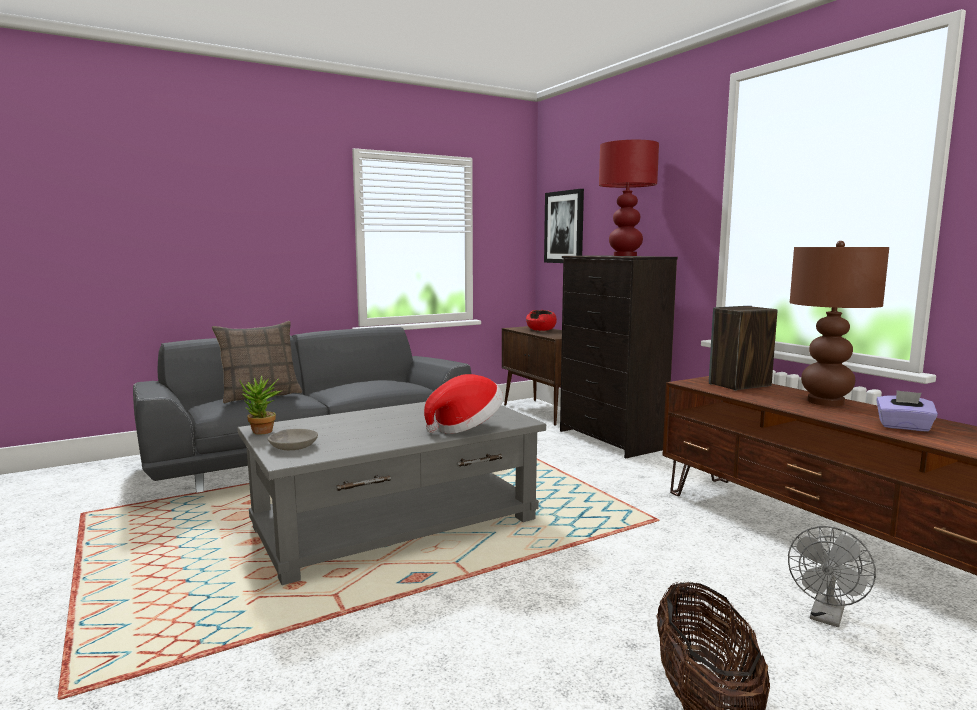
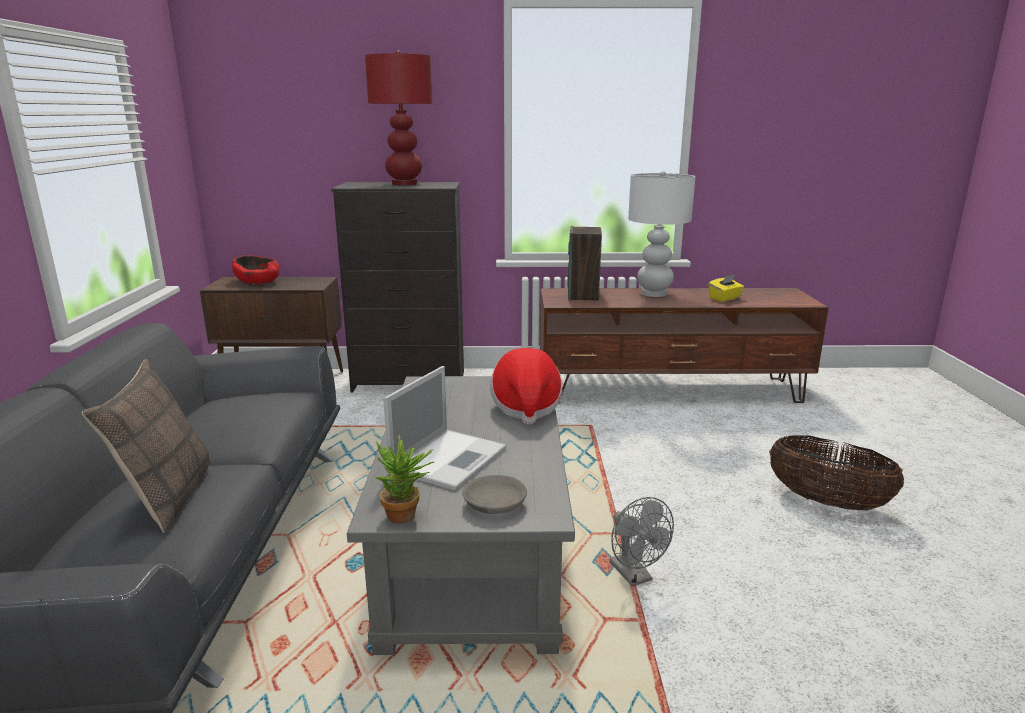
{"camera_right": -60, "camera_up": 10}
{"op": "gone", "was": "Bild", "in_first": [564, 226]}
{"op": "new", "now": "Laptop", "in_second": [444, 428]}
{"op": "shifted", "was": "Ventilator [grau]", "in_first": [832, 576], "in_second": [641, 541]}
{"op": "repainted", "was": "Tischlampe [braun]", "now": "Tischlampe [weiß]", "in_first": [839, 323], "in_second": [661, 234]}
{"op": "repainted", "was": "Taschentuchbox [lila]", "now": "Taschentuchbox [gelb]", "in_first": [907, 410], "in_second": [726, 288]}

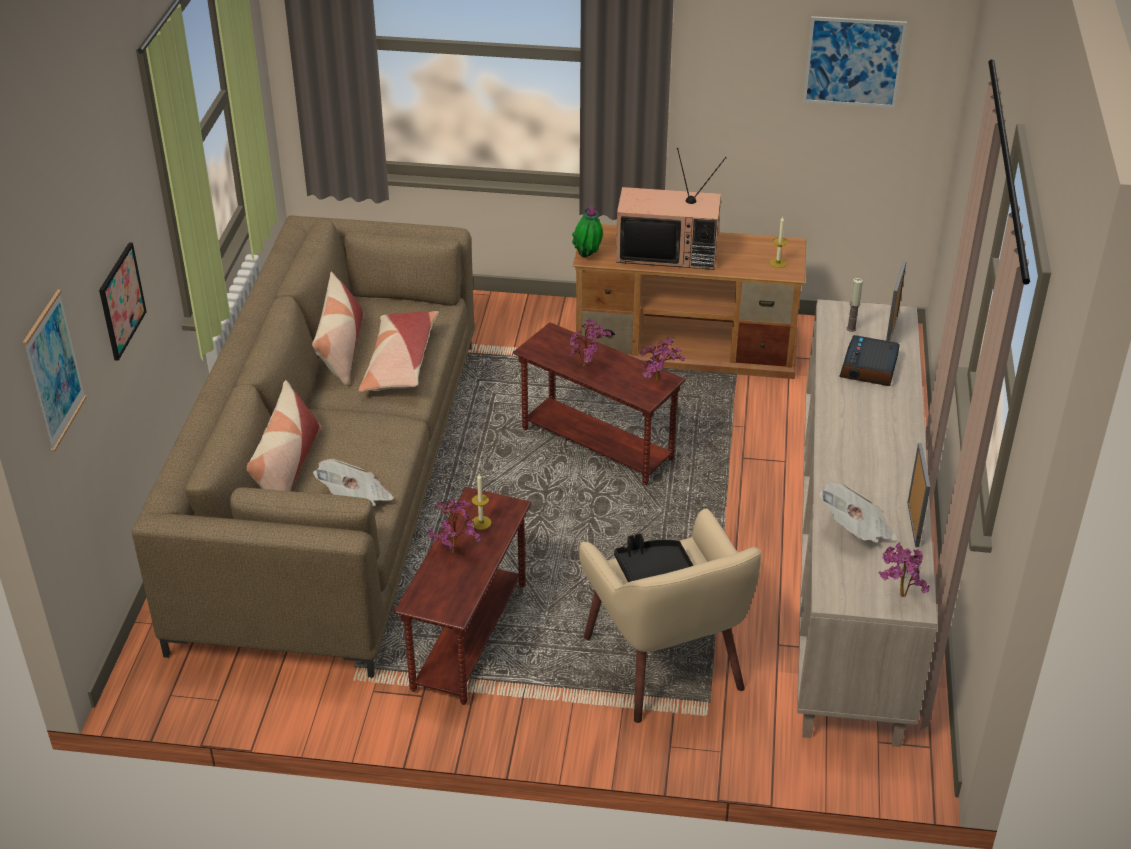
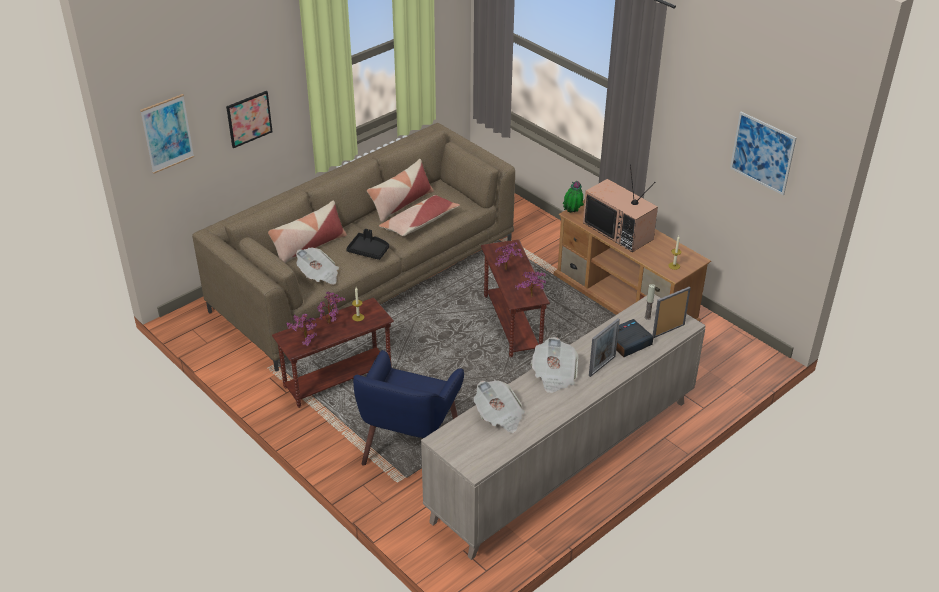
{"camera_right": 40, "camera_up": 0}
{"op": "new", "now": "Zeitung", "in_second": [555, 365]}
{"op": "shifted", "was": "Tablett [schwarz]", "in_first": [654, 557], "in_second": [367, 244]}
{"op": "shifted", "was": "Topfpflanze", "in_first": [904, 569], "in_second": [302, 330]}
{"op": "shifted", "was": "Bilderrahmen", "in_first": [918, 495], "in_second": [604, 347]}
{"op": "repainted", "was": "Sessel [beige]", "now": "Sessel [blau]", "in_first": [670, 615], "in_second": [408, 408]}

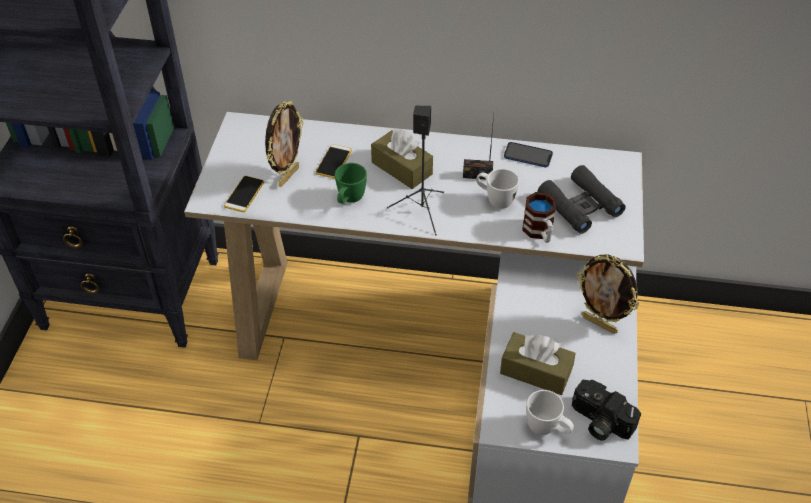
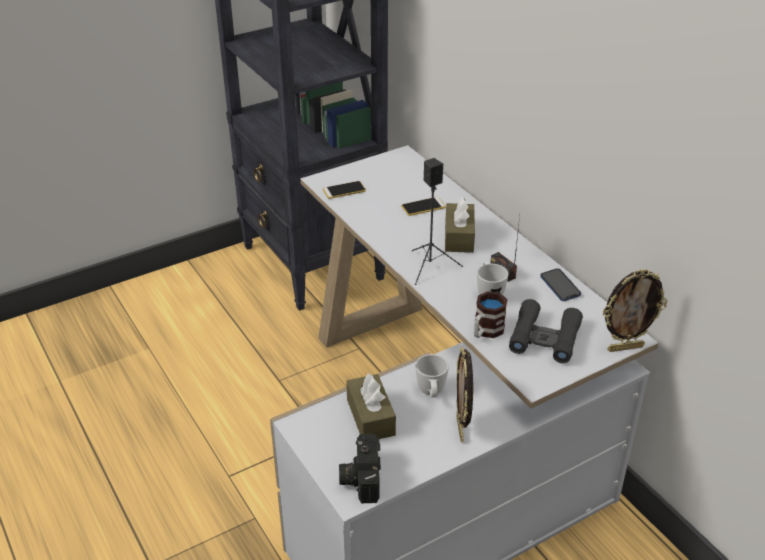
{"camera_right": 50, "camera_up": -10}
{"op": "gone", "was": "Henkelbecher [grün]", "in_first": [351, 183]}
{"op": "shifted", "was": "Bilderrahmen", "in_first": [284, 143], "in_second": [635, 310]}
{"op": "shifted", "was": "Henkelbecher [weiß]", "in_first": [550, 412], "in_second": [432, 376]}

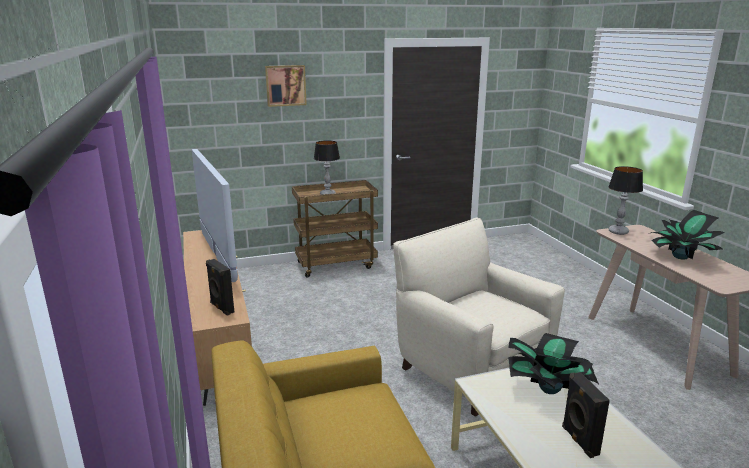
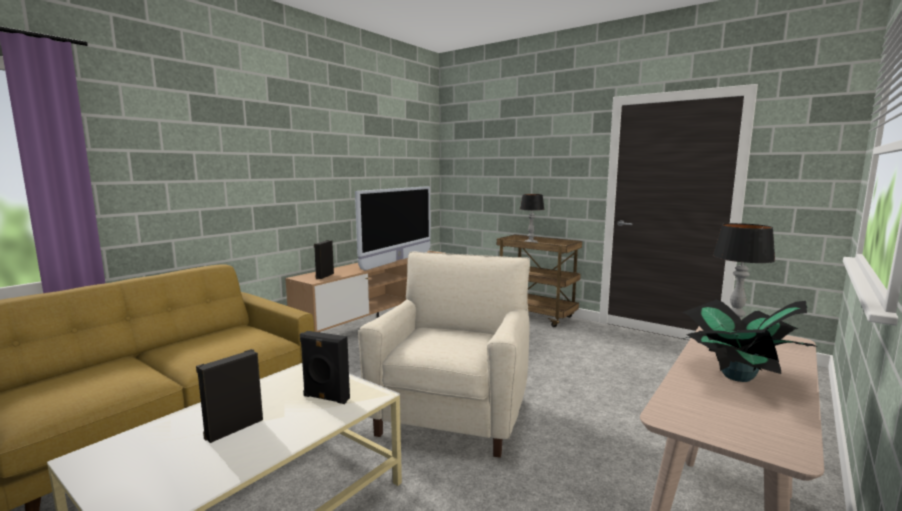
{"camera_right": 55, "camera_up": -10}
{"op": "gone", "was": "Bild", "in_first": [286, 86]}
{"op": "swapped", "was": "Topfpflanze", "now": "Lautsprecher [schwarz]", "in_first": [553, 363], "in_second": [325, 367]}

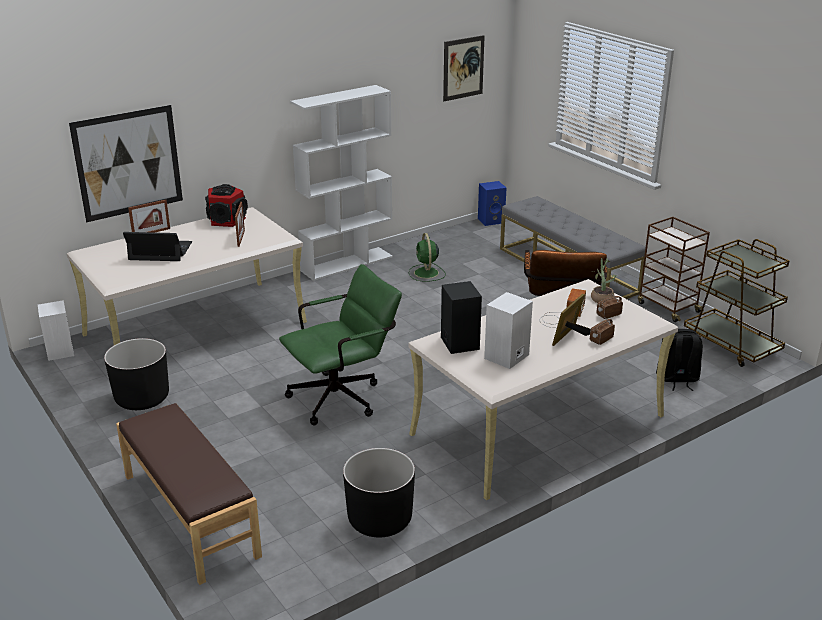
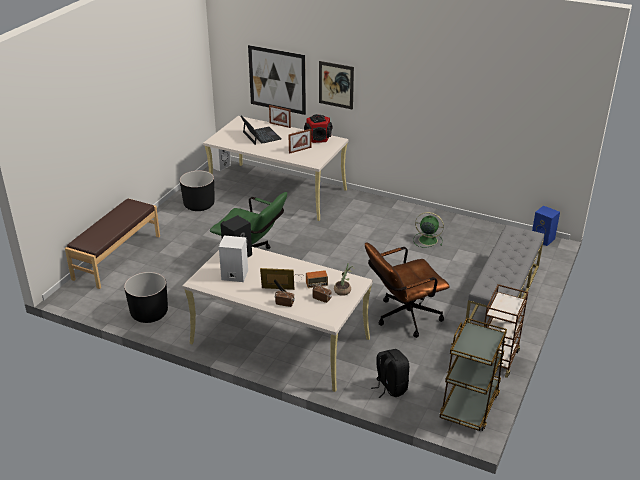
{"camera_right": 60, "camera_up": 5}
{"op": "gone", "was": "Bücherregal [weiß]", "in_first": [341, 183]}
{"op": "shifted", "was": "Bild", "in_first": [464, 68], "in_second": [336, 85]}
{"op": "rotated", "was": "Ventilator [grün]", "in_first": [427, 257], "in_second": [428, 230], "clockwise": 60}

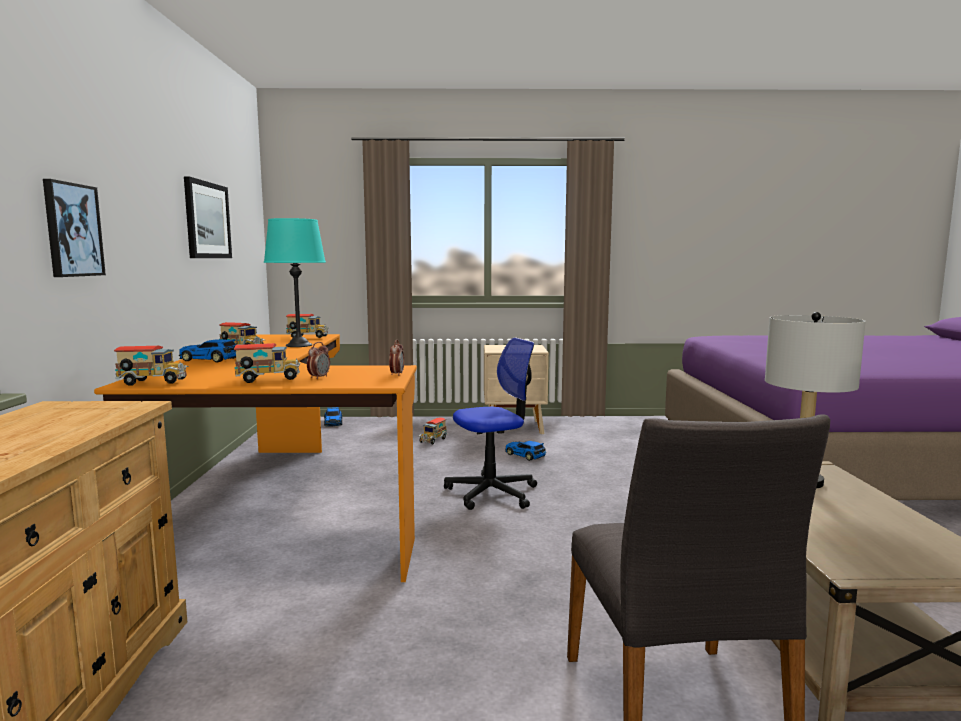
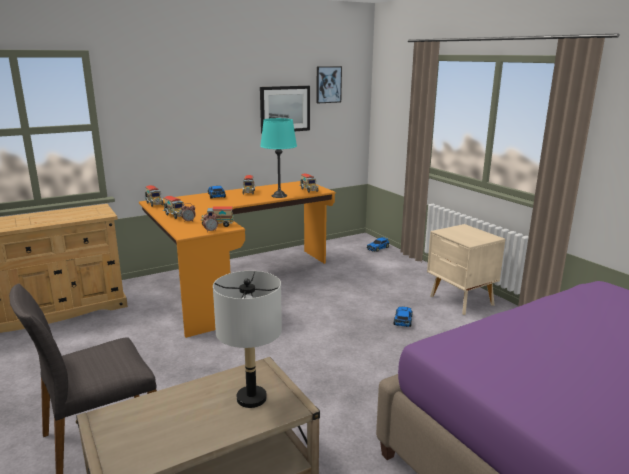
{"camera_right": 60, "camera_up": 10}
{"op": "gone", "was": "Bürostuhl", "in_first": [490, 423]}
{"op": "shifted", "was": "Bild", "in_first": [74, 228], "in_second": [329, 84]}
{"op": "shifted", "was": "Spielzeuglaster", "in_first": [433, 431], "in_second": [217, 216]}

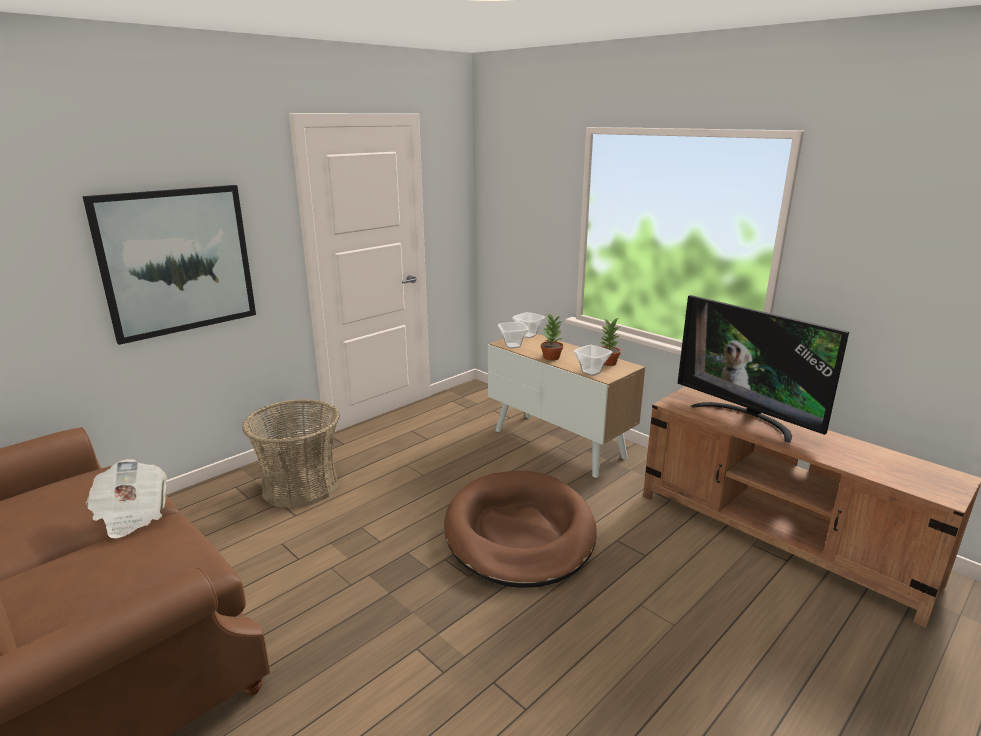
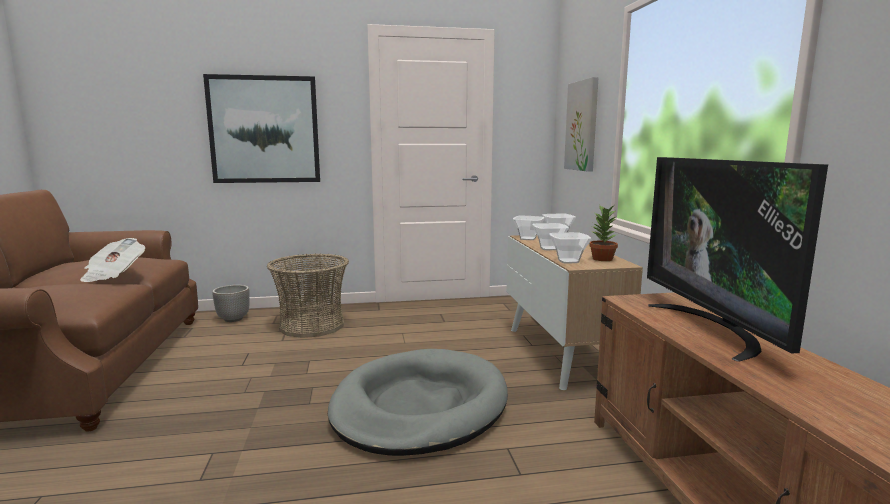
{"camera_right": 35, "camera_up": -10}
{"op": "new", "now": "Pflanzkübel", "in_second": [231, 303]}
{"op": "new", "now": "Bild", "in_second": [581, 124]}
{"op": "swapped", "was": "Topfpflanze", "now": "Schüssel", "in_first": [552, 337], "in_second": [550, 236]}
{"op": "repainted", "was": "Hundebett [braun]", "now": "Hundebett [grau]", "in_first": [520, 529], "in_second": [418, 402]}

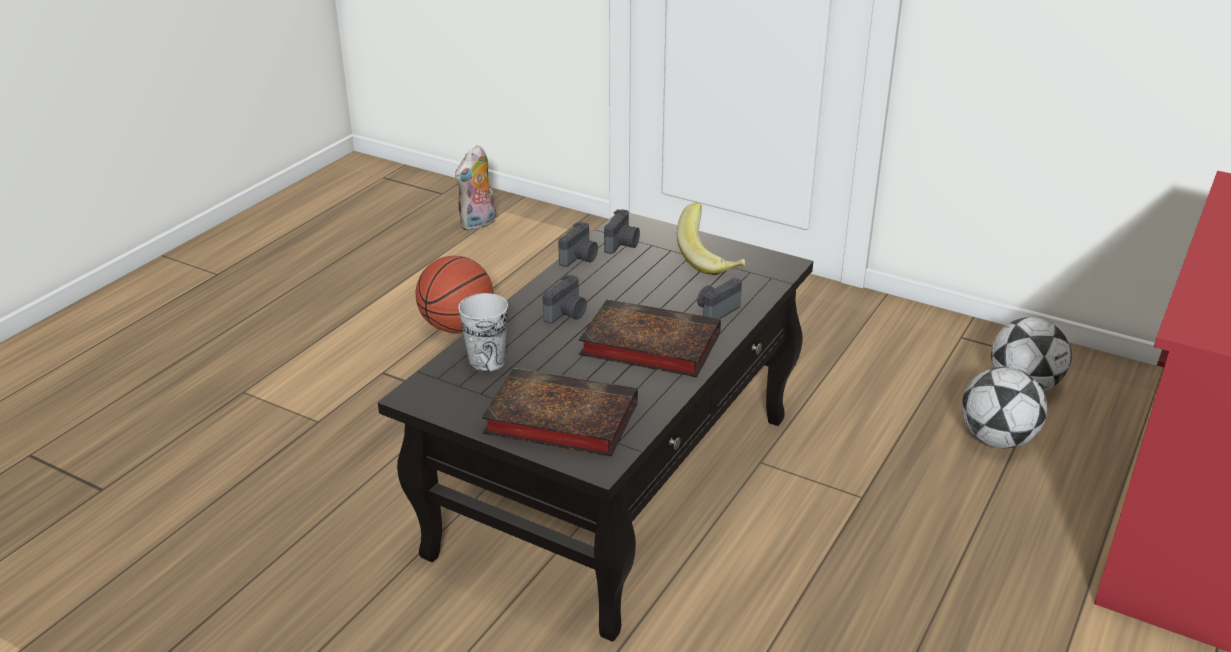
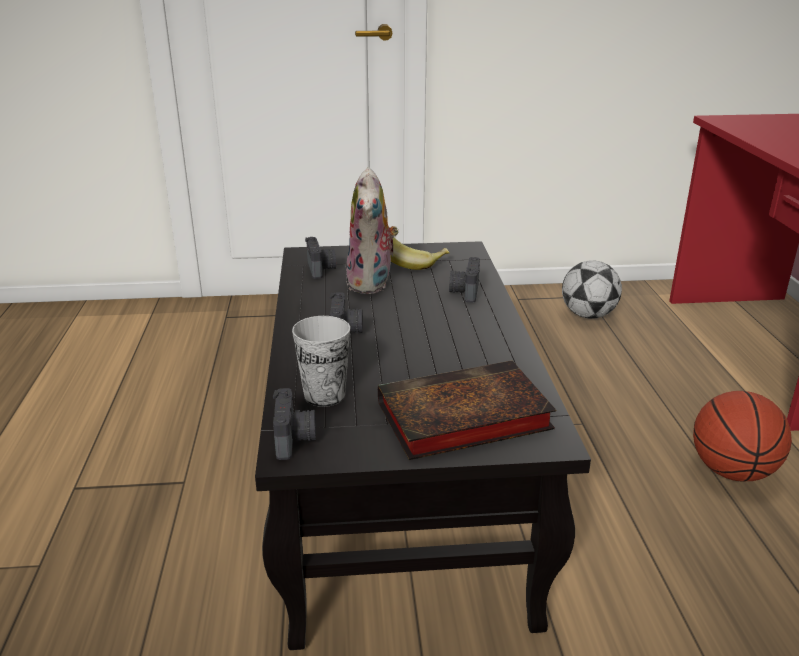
{"camera_right": -35, "camera_up": -5}
{"op": "gone", "was": "Buch", "in_first": [650, 338]}
{"op": "gone", "was": "Fußball", "in_first": [1004, 407]}
{"op": "shifted", "was": "Basketball", "in_first": [454, 294], "in_second": [742, 436]}
{"op": "shifted", "was": "Plüschtier", "in_first": [475, 188], "in_second": [372, 230]}
{"op": "shifted", "was": "Kamera", "in_first": [578, 244], "in_second": [294, 424]}

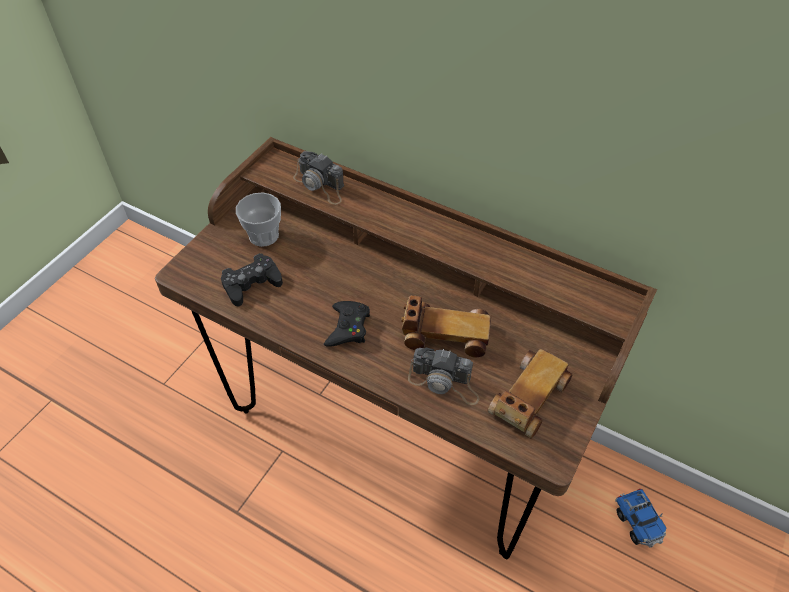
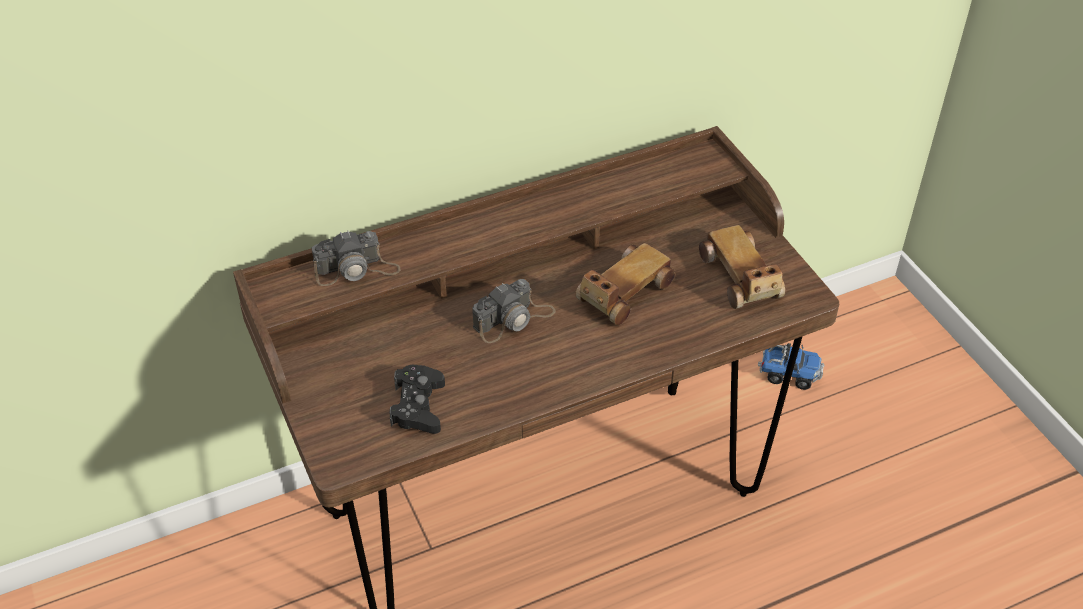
{"camera_right": -55, "camera_up": -5}
{"op": "gone", "was": "Tasse", "in_first": [258, 219]}
{"op": "gone", "was": "Gamepad [schwarz]", "in_first": [347, 324]}
{"op": "shifted", "was": "Kamera", "in_first": [444, 376], "in_second": [514, 311]}

